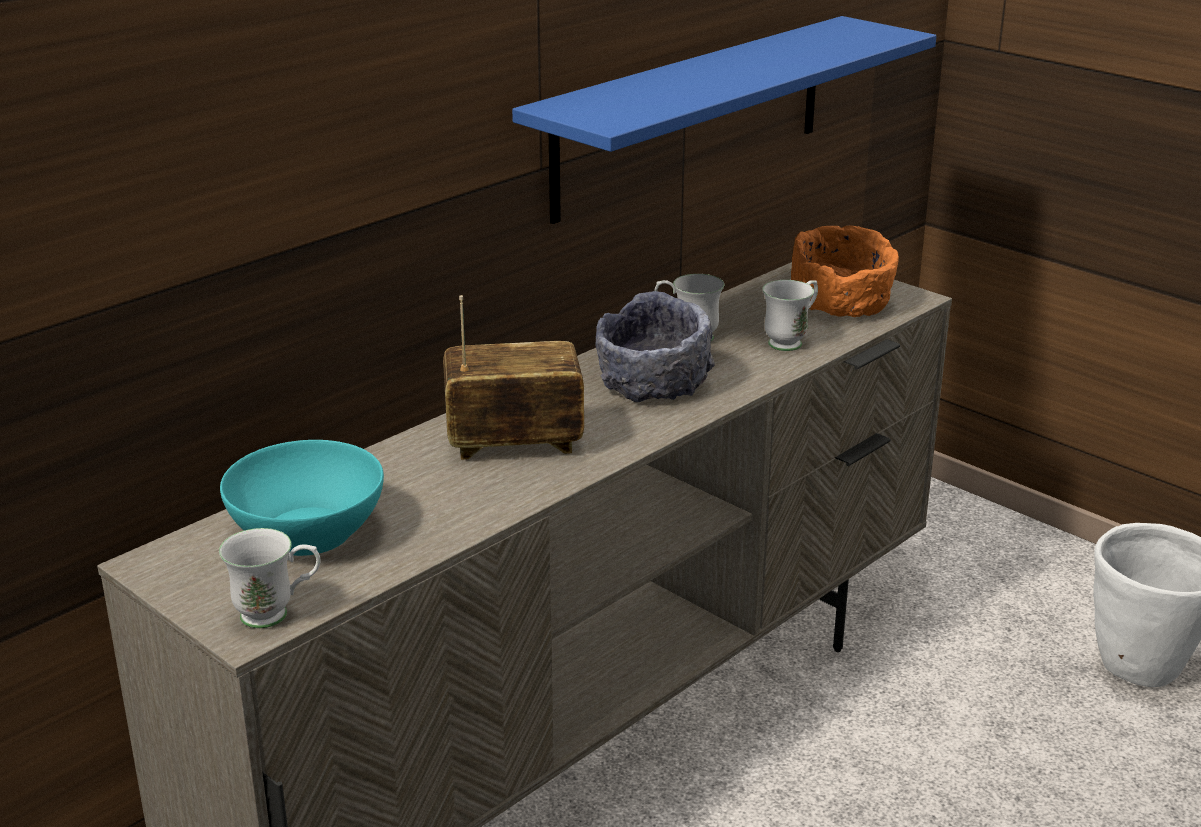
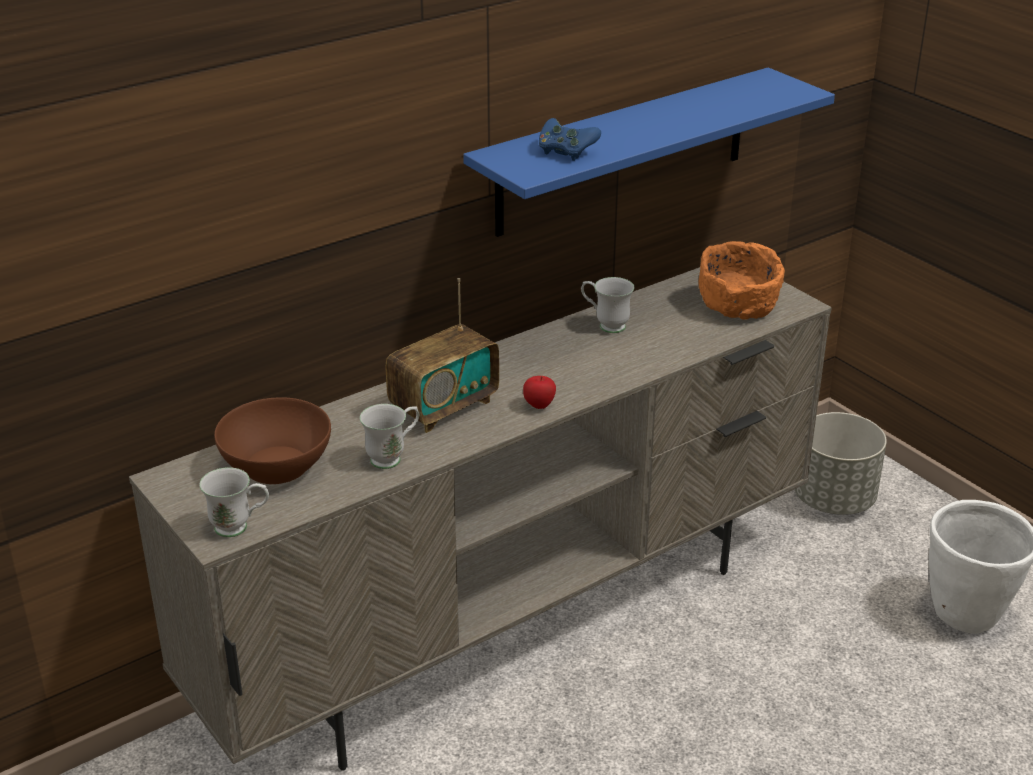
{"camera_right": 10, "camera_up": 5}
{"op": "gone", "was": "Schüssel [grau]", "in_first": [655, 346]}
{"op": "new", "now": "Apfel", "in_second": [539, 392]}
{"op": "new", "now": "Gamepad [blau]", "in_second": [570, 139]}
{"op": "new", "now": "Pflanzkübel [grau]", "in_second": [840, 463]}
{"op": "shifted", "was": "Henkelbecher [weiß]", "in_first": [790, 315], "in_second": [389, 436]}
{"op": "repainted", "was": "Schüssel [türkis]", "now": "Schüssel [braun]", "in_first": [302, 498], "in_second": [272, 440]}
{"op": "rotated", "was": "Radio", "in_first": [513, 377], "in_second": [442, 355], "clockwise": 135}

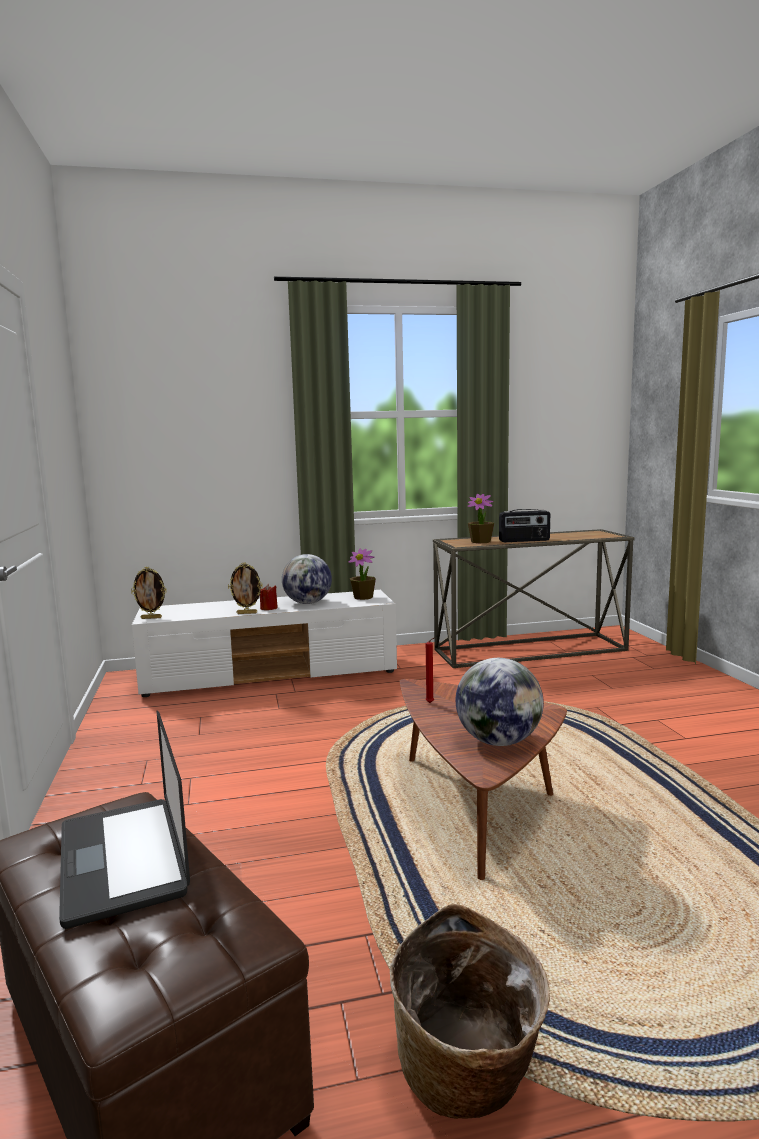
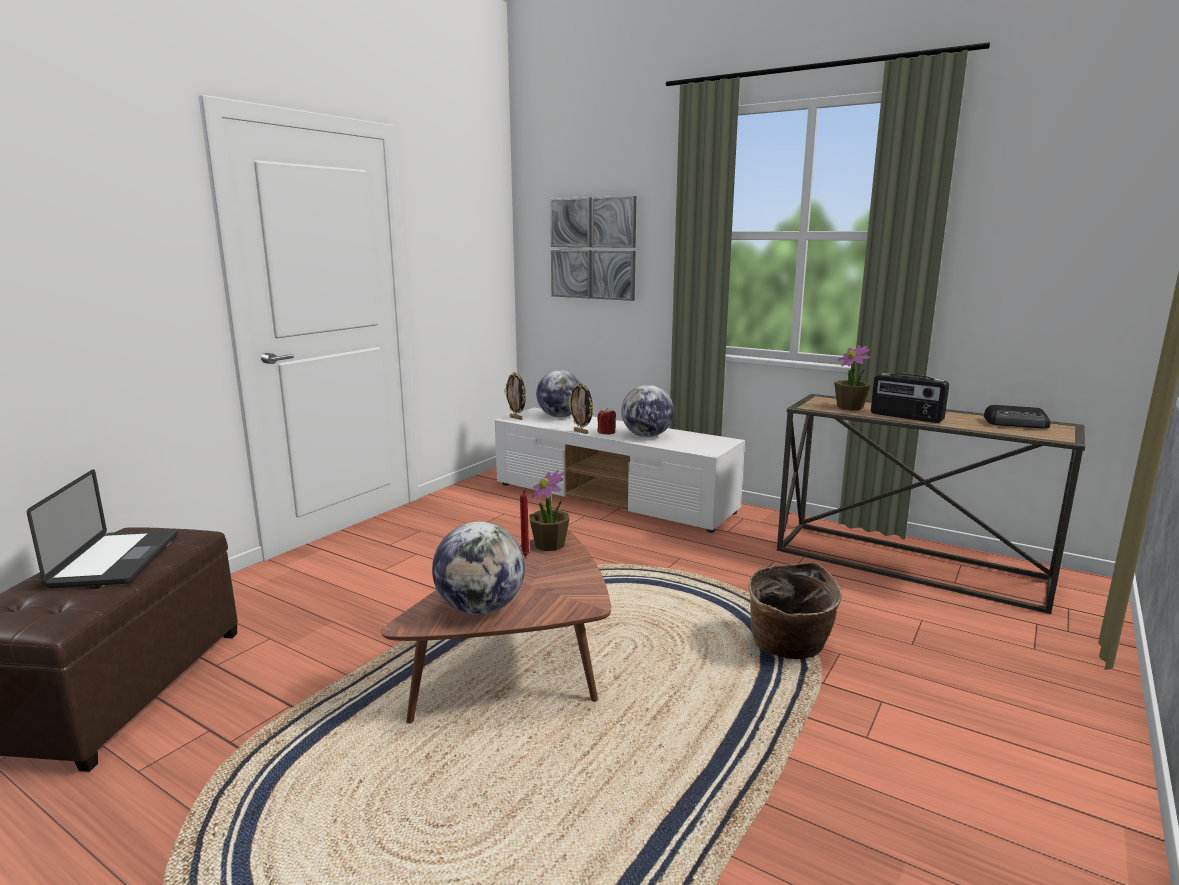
{"camera_right": 45, "camera_up": 5}
{"op": "new", "now": "Globus", "in_second": [558, 394]}
{"op": "new", "now": "Bild", "in_second": [593, 248]}
{"op": "new", "now": "Radio", "in_second": [1017, 417]}
{"op": "shifted", "was": "Topfpflanze", "in_first": [362, 574], "in_second": [549, 510]}
{"op": "shifted", "was": "Korb", "in_first": [470, 1011], "in_second": [795, 610]}
{"op": "rotated", "was": "Laptop", "in_first": [124, 820], "in_second": [102, 528], "clockwise": 150}

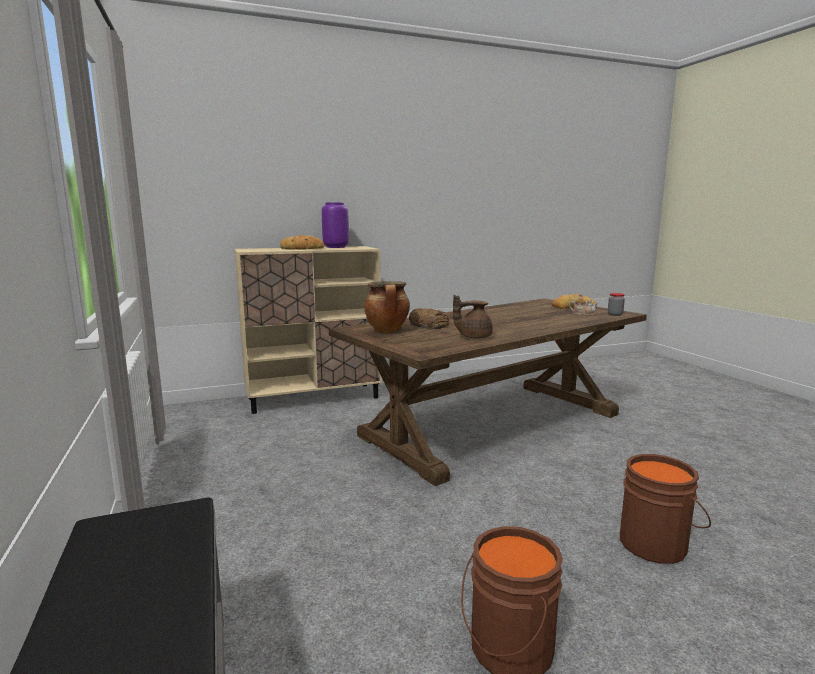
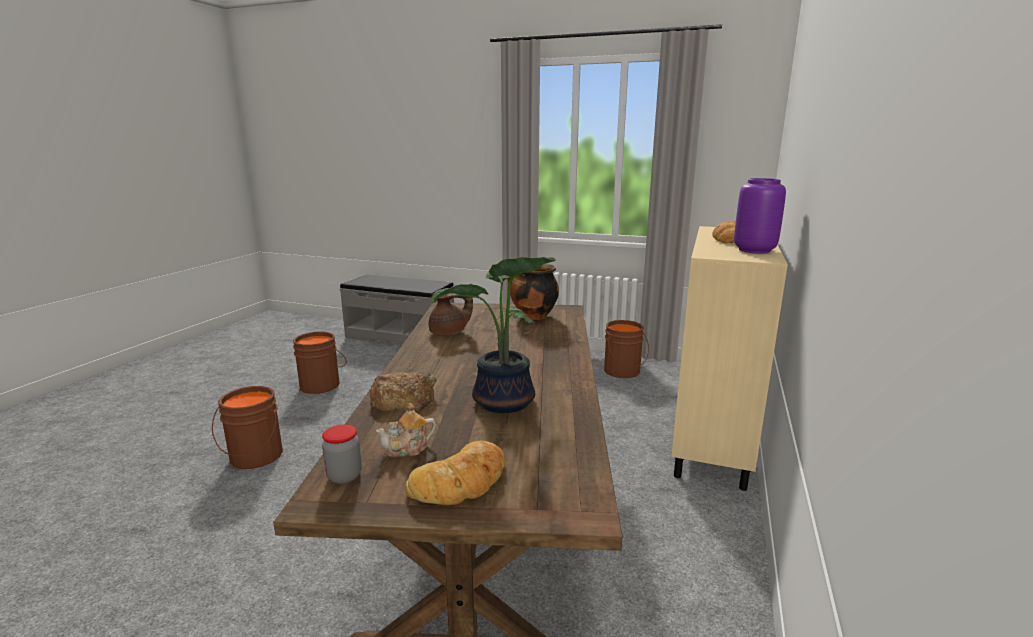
{"camera_right": 130, "camera_up": 5}
{"op": "new", "now": "Topfpflanze", "in_second": [493, 334]}
{"op": "new", "now": "Eimer [braun]", "in_second": [626, 349]}
{"op": "shifted", "was": "Brot", "in_first": [429, 318], "in_second": [403, 391]}
{"op": "rotated", "was": "Teekanne [braun]", "in_first": [473, 317], "in_second": [451, 309], "clockwise": 45}

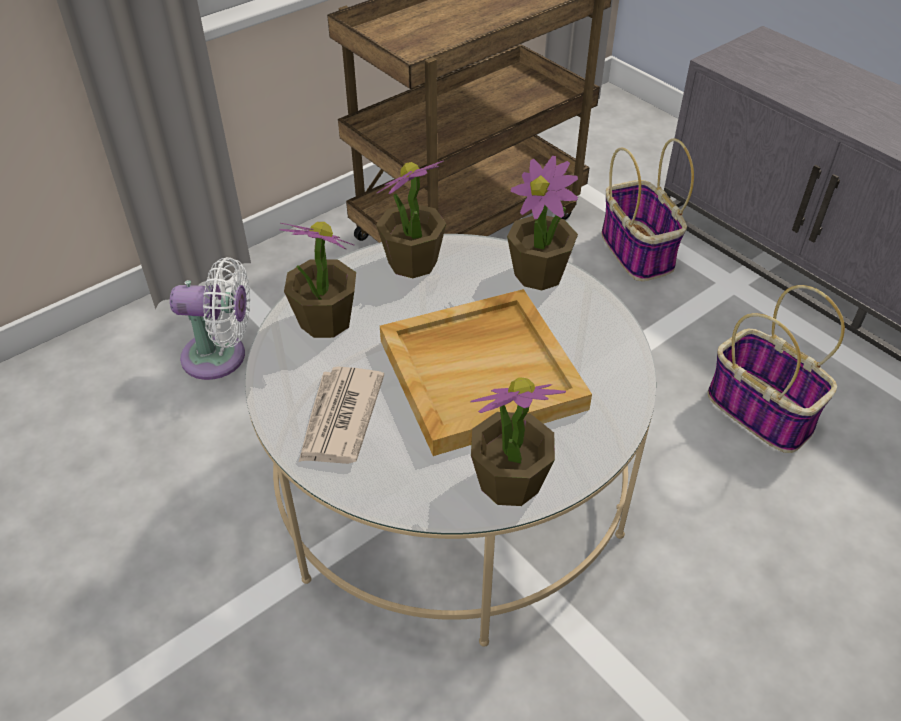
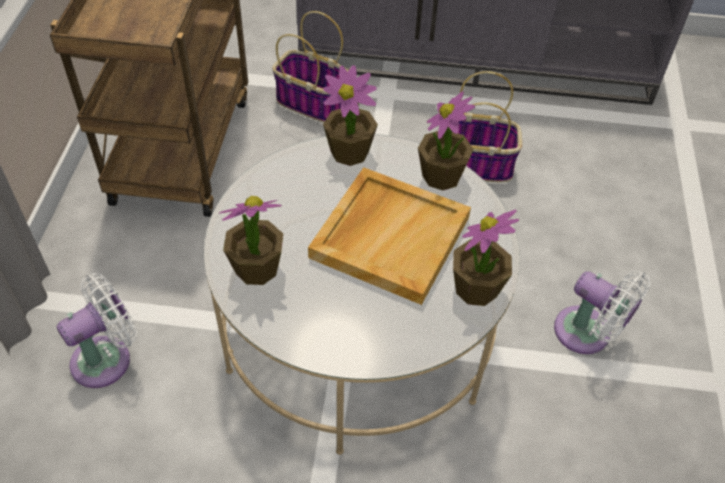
{"camera_right": -45, "camera_up": 5}
{"op": "gone", "was": "Zeitung", "in_first": [341, 415]}
{"op": "new", "now": "Ventilator [weiß]", "in_second": [602, 312]}
{"op": "shifted", "was": "Topfpflanze", "in_first": [411, 219], "in_second": [446, 140]}

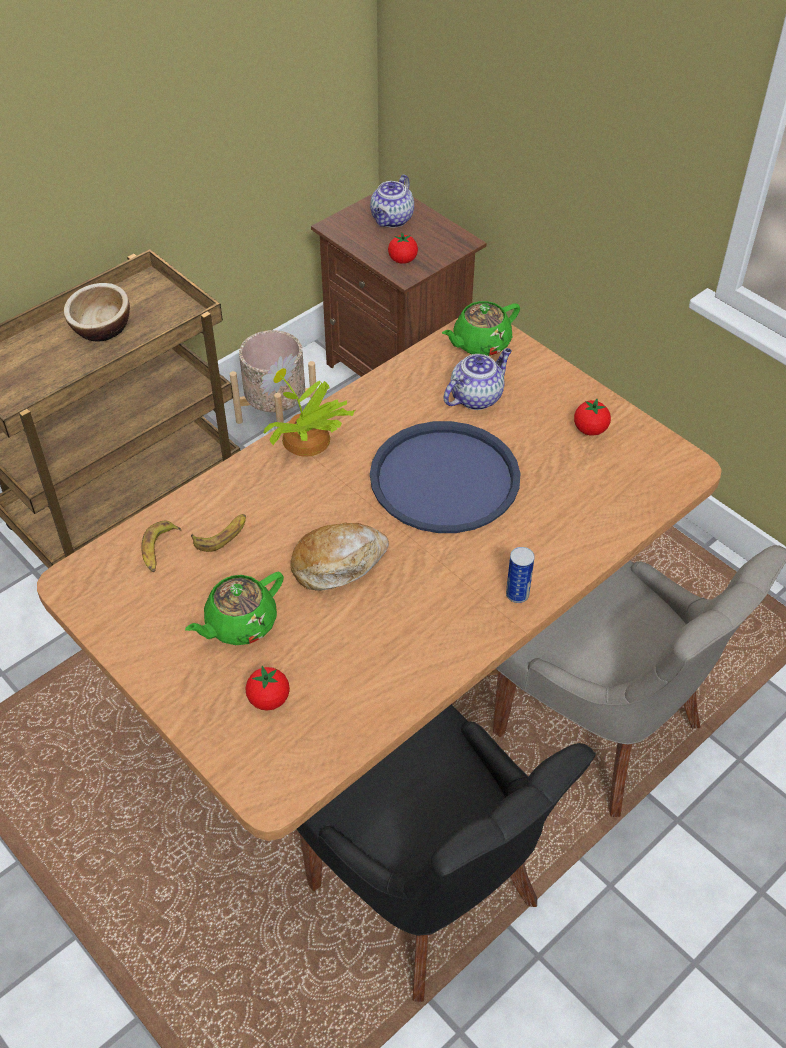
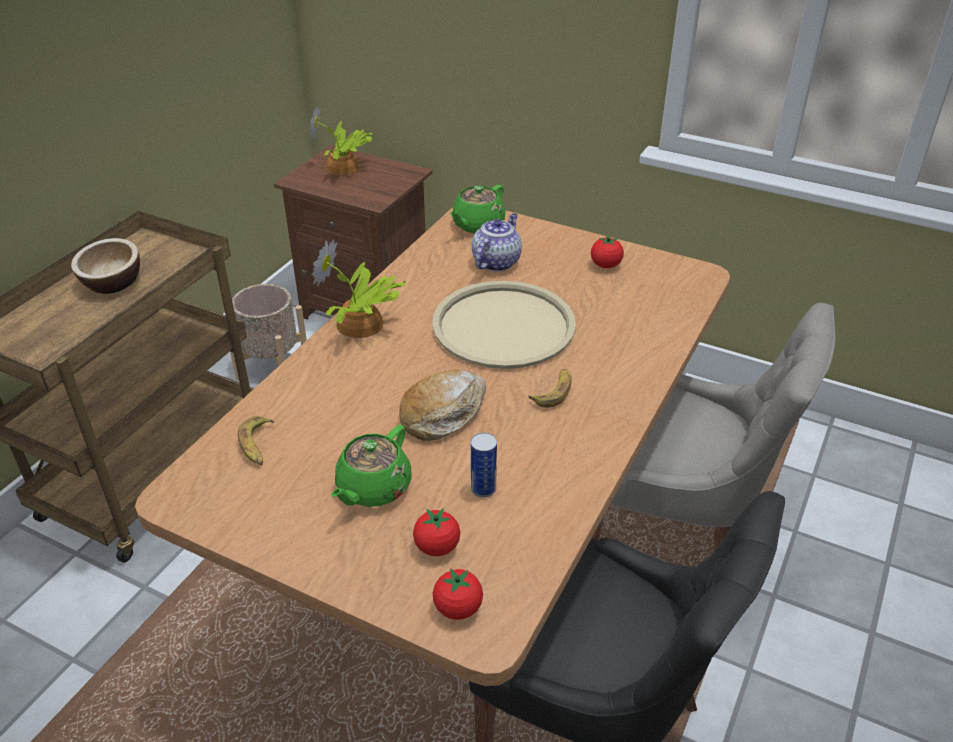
{"camera_right": -20, "camera_up": -10}
{"op": "shifted", "was": "Banane", "in_first": [218, 533], "in_second": [550, 388]}
{"op": "shifted", "was": "Tomate", "in_first": [403, 248], "in_second": [458, 594]}
{"op": "shifted", "was": "Dose", "in_first": [520, 575], "in_second": [484, 465]}
{"op": "swapped", "was": "Teekanne", "now": "Topfpflanze", "in_first": [392, 201], "in_second": [341, 140]}
{"op": "repainted", "was": "Tablett [blau]", "now": "Tablett [beige]", "in_first": [445, 477], "in_second": [504, 325]}

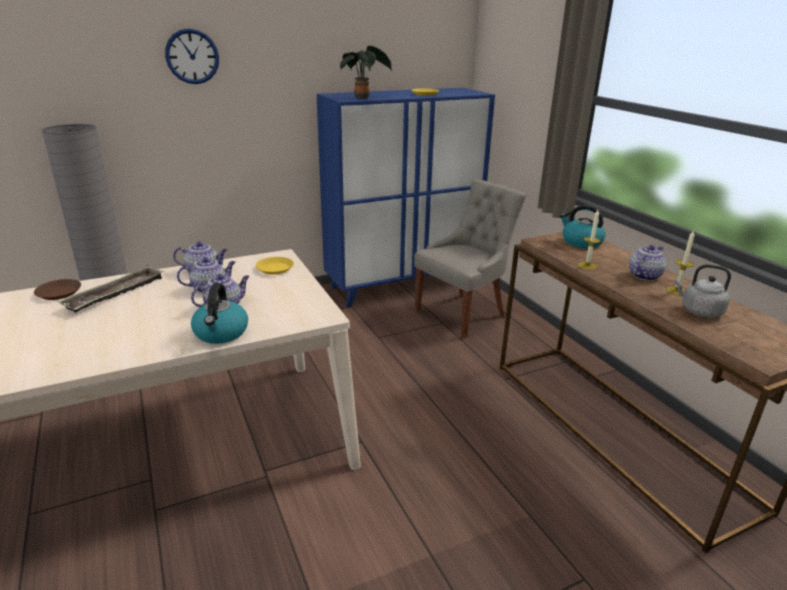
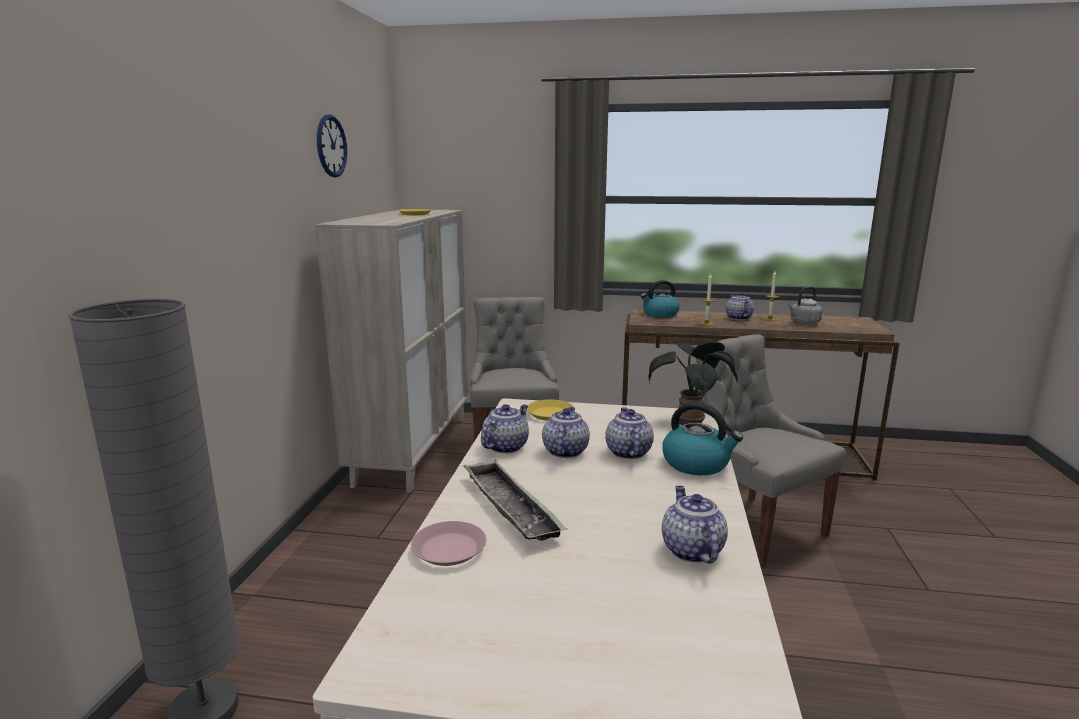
{"camera_right": -55, "camera_up": -10}
{"op": "new", "now": "Teekanne", "in_second": [695, 524]}
{"op": "new", "now": "Stuhl [grau]", "in_second": [770, 451]}
{"op": "shifted", "was": "Wanduhr", "in_first": [192, 56], "in_second": [332, 145]}
{"op": "shifted", "was": "Topfpflanze", "in_first": [366, 72], "in_second": [693, 383]}
{"op": "repainted", "was": "Teller [braun]", "now": "Teller [rosa]", "in_first": [57, 289], "in_second": [448, 543]}
{"op": "repainted", "was": "Schrank [blau]", "now": "Schrank [beige]", "in_first": [406, 197], "in_second": [392, 351]}

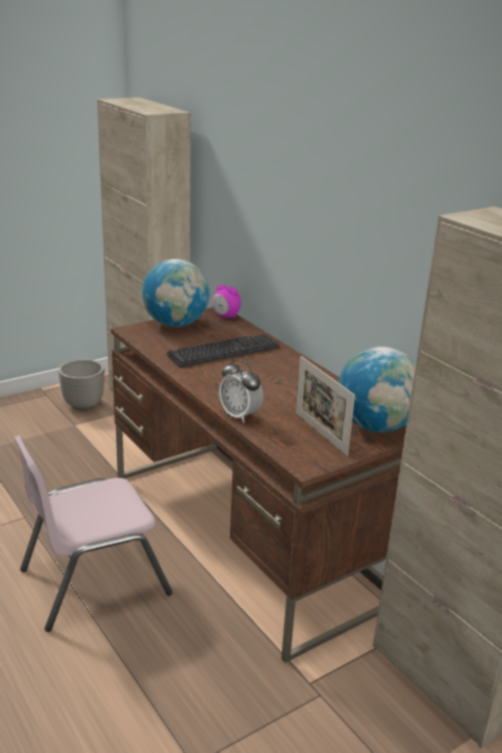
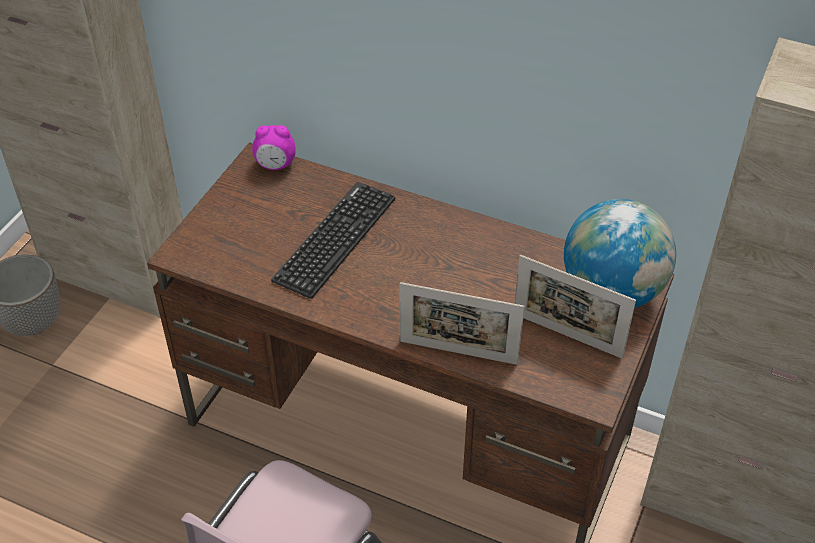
{"camera_right": -30, "camera_up": 20}
{"op": "gone", "was": "Globus", "in_first": [175, 293]}
{"op": "swapped", "was": "Wecker", "now": "Bilderrahmen", "in_first": [241, 391], "in_second": [462, 323]}

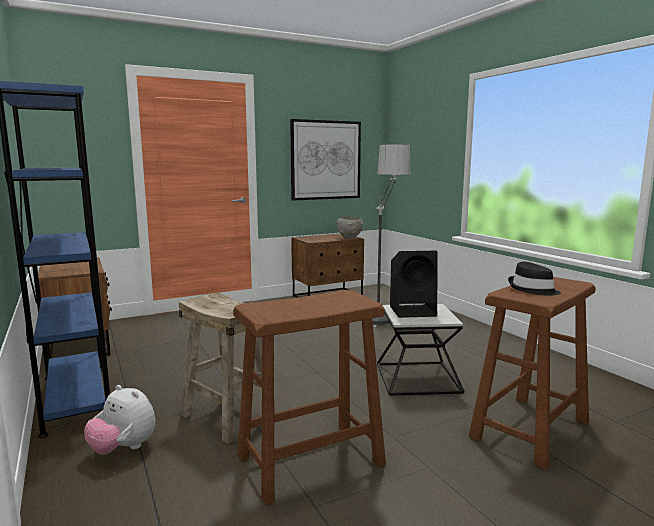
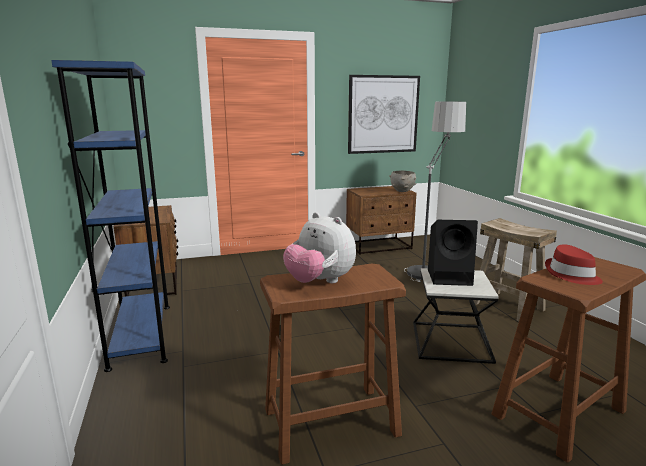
{"camera_right": 10, "camera_up": 5}
{"op": "shifted", "was": "Plüschtier", "in_first": [120, 420], "in_second": [319, 247]}
{"op": "shifted", "was": "Hocker [beige]", "in_first": [227, 368], "in_second": [515, 269]}
{"op": "repainted", "was": "Hut [schwarz]", "now": "Hut [rot]", "in_first": [534, 279], "in_second": [574, 264]}

